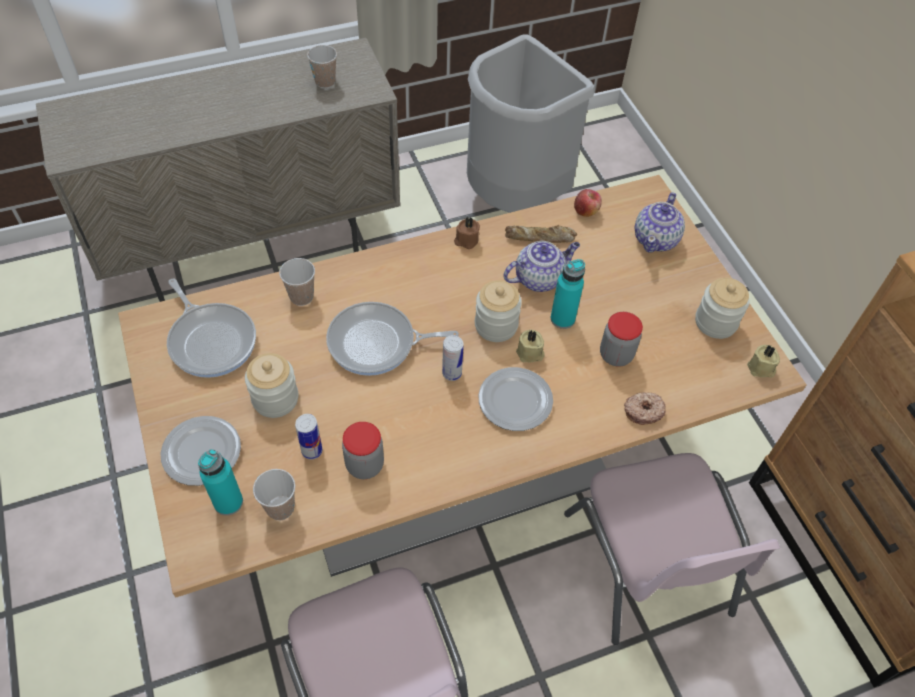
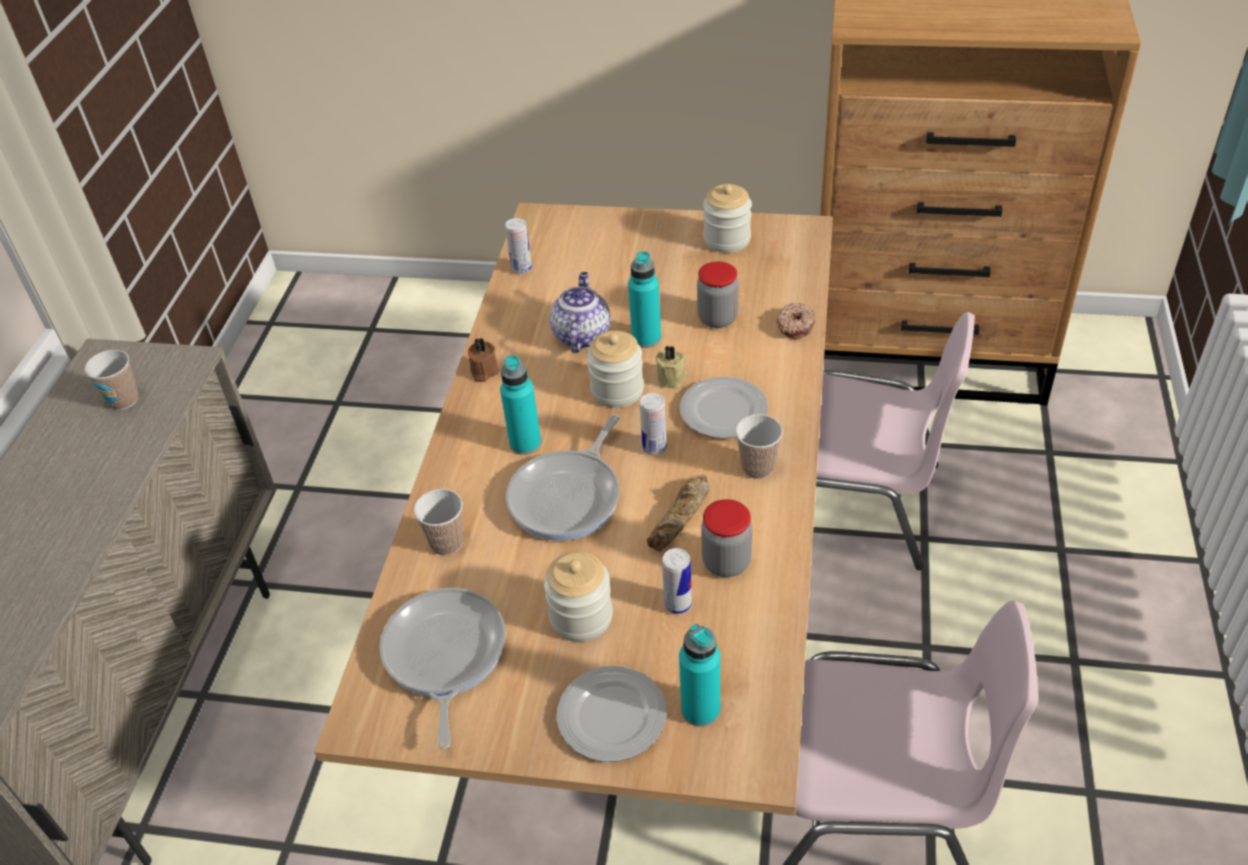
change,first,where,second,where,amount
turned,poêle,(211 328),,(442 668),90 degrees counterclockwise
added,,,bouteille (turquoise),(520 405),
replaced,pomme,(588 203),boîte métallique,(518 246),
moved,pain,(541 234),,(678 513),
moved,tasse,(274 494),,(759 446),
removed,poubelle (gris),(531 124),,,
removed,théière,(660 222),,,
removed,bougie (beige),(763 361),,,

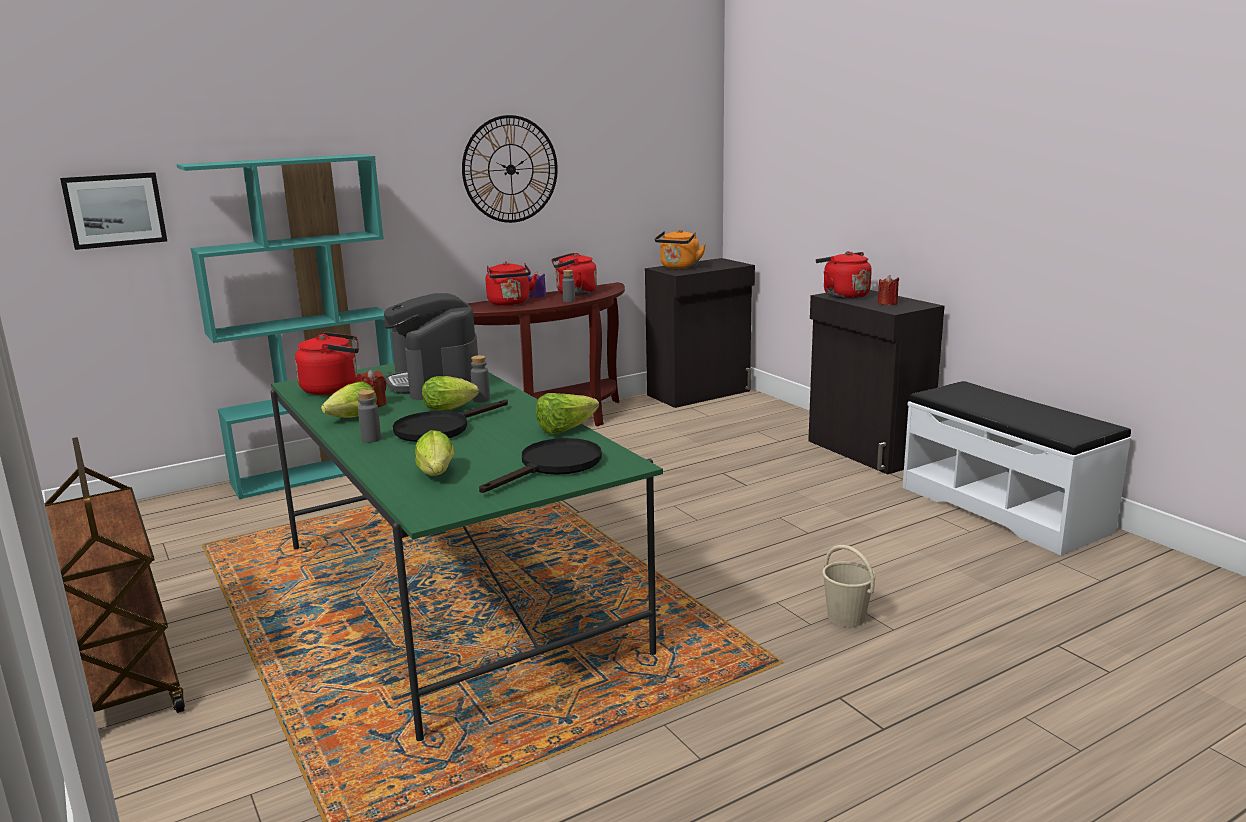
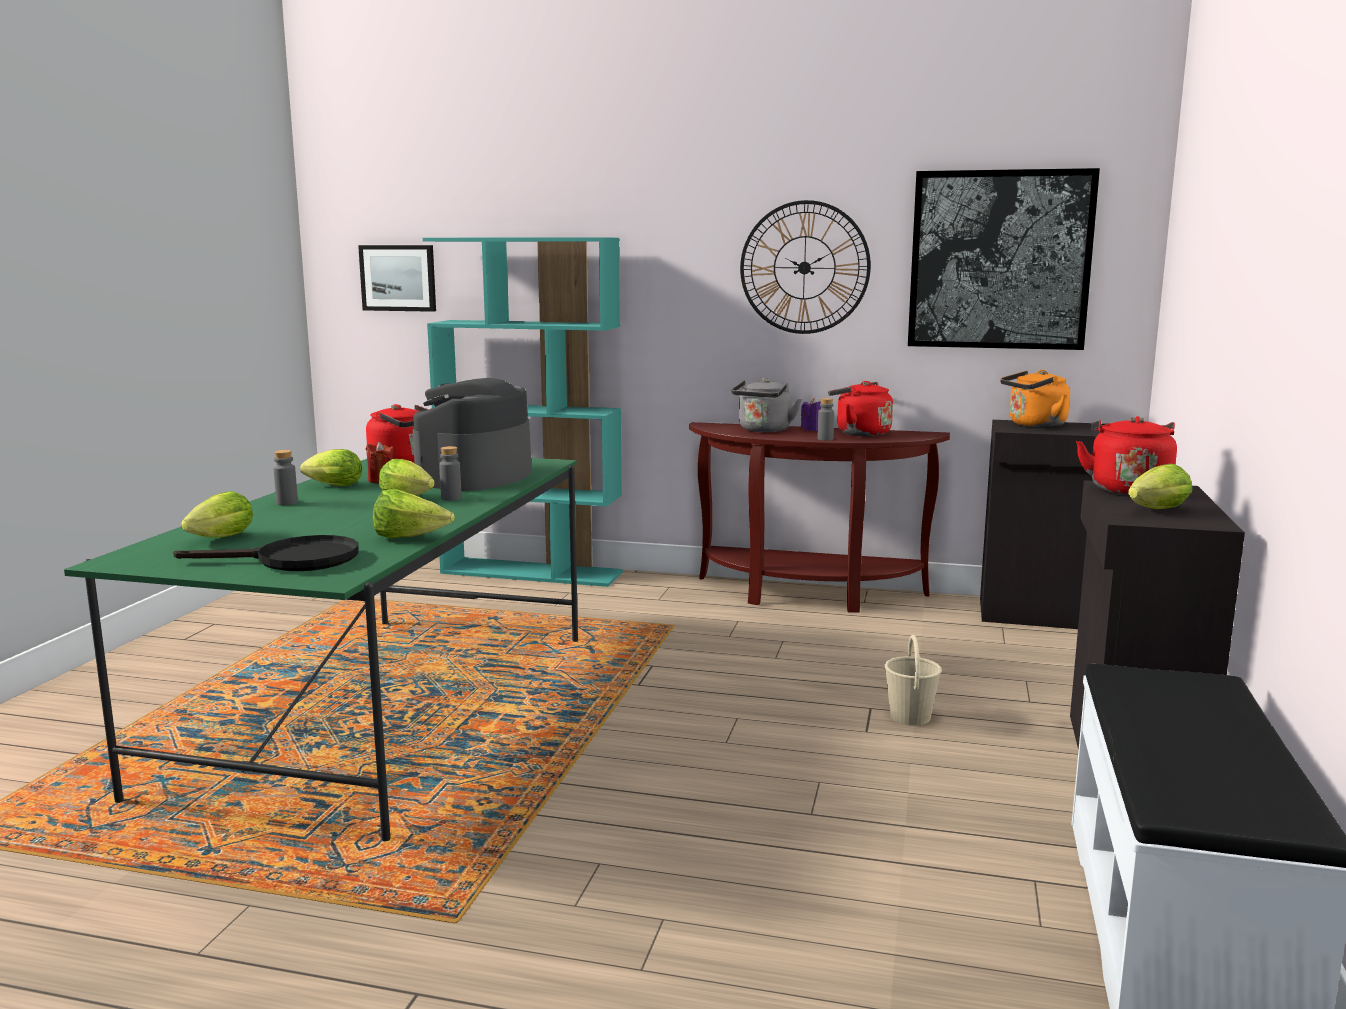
change,first,where,second,where,amount
recoloured,bouilloire (rouge),(511 283),bouilloire (gris),(767 405),
moved,seau (beige),(849 586),,(913 680),
added,,,tableau,(1004 259),
replaced,bougie (rouge),(888 290),laitue,(1160 486),
removed,chariot (marron),(115 575),,,
removed,poêle (noir),(450 420),,,

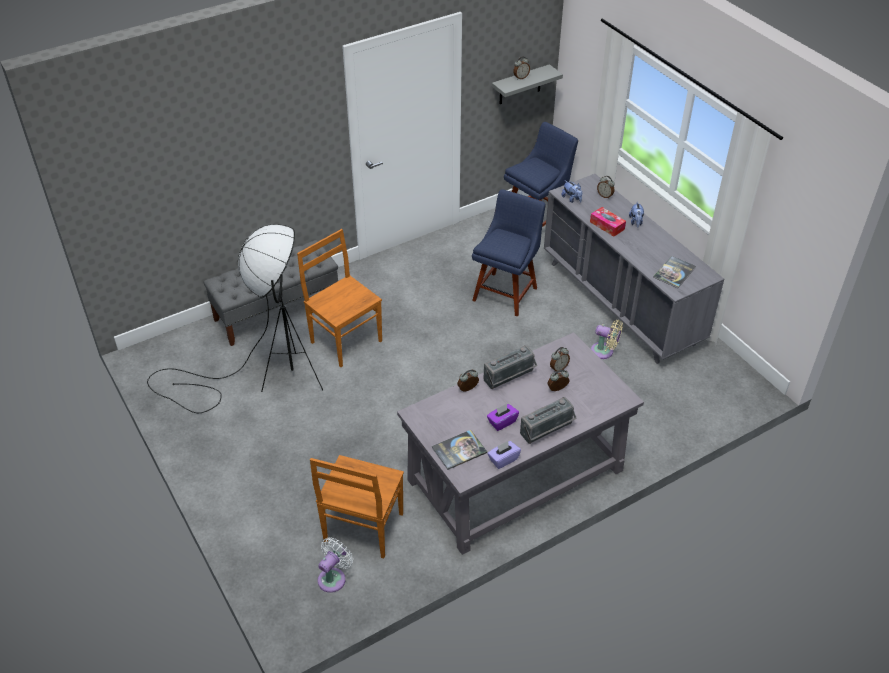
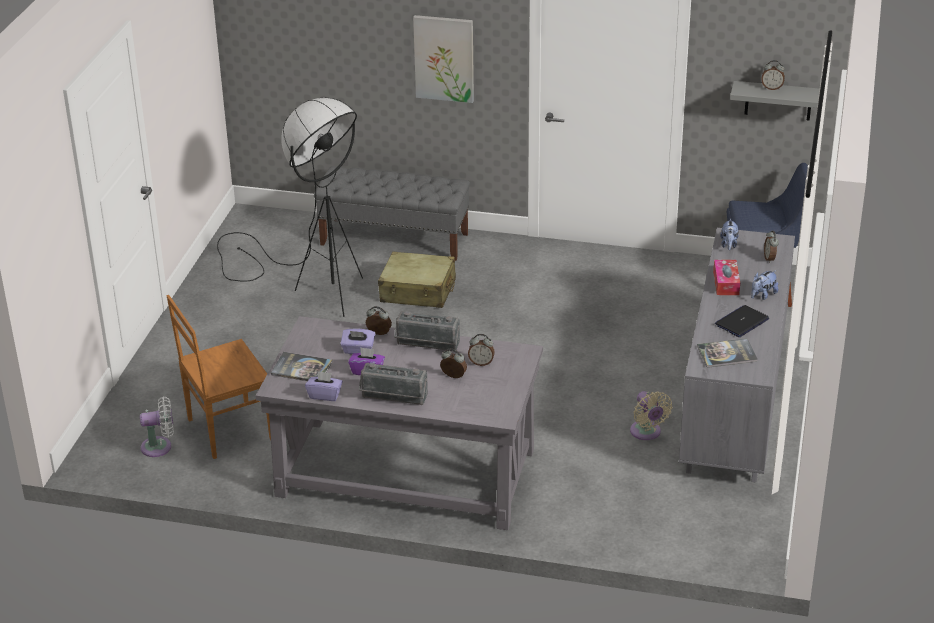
change,first,where,second,where,amount
added,,,boîte à mouchoirs (violet),(358 341),
replaced,chaise (marron),(339 298),valise (beige),(417 279),
added,,,tableau,(443 59),
added,,,ordinateur portable,(742 321),
removed,chaise (bleu),(509 253),,,

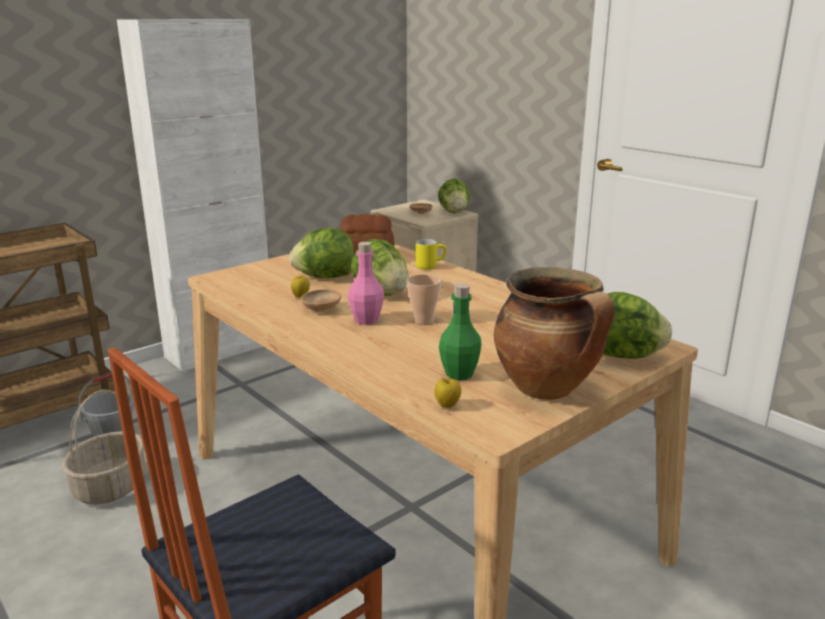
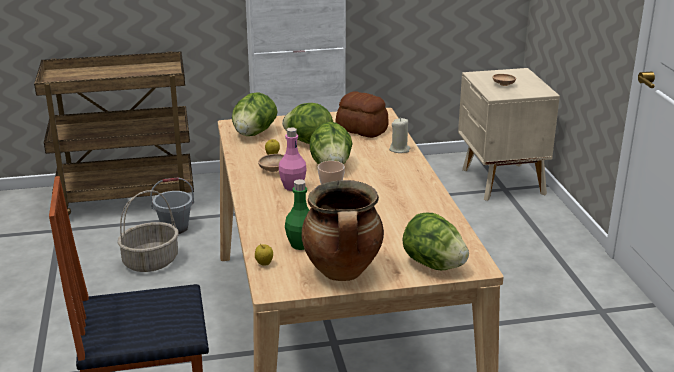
change,first,where,second,where,amount
moved,laitue,(454 195),,(255 114),
replaced,mug (jaune),(431 254),bougie (beige),(399 135),

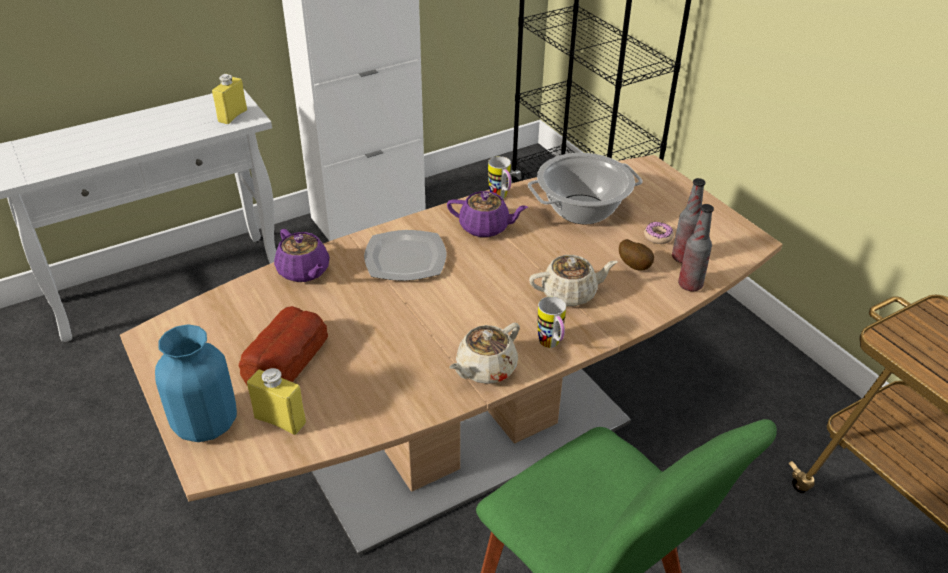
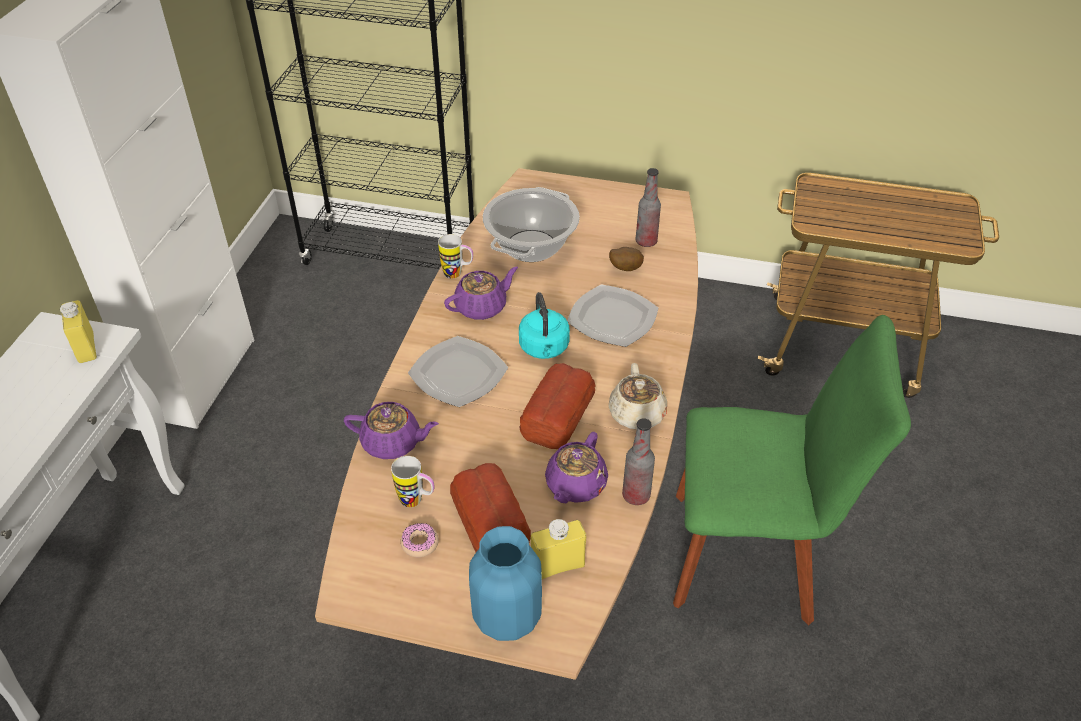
change,first,where,second,where,amount
moved,mug,(551 322),,(413 482),
moved,beignet,(659 232),,(420 540),
added,,,bouilloire (turquoise),(544 325),
added,,,pain,(557 406),
added,,,théière (violet),(576 467),
replaced,théière (beige),(573 280),assiette,(612 316),
moved,bouteille,(696 247),,(638 461),

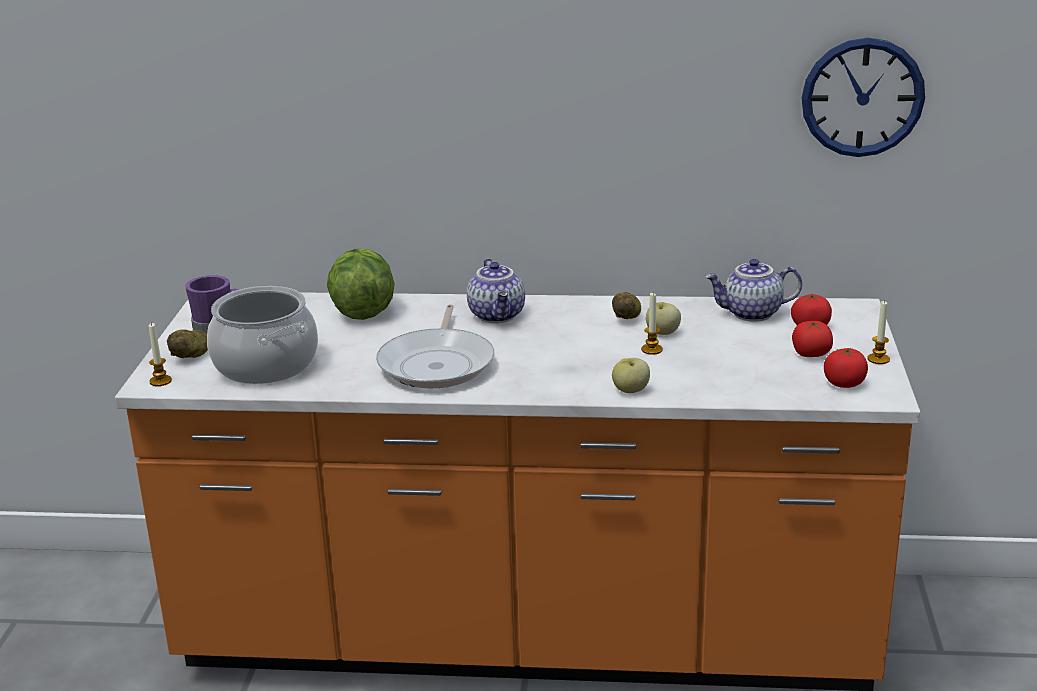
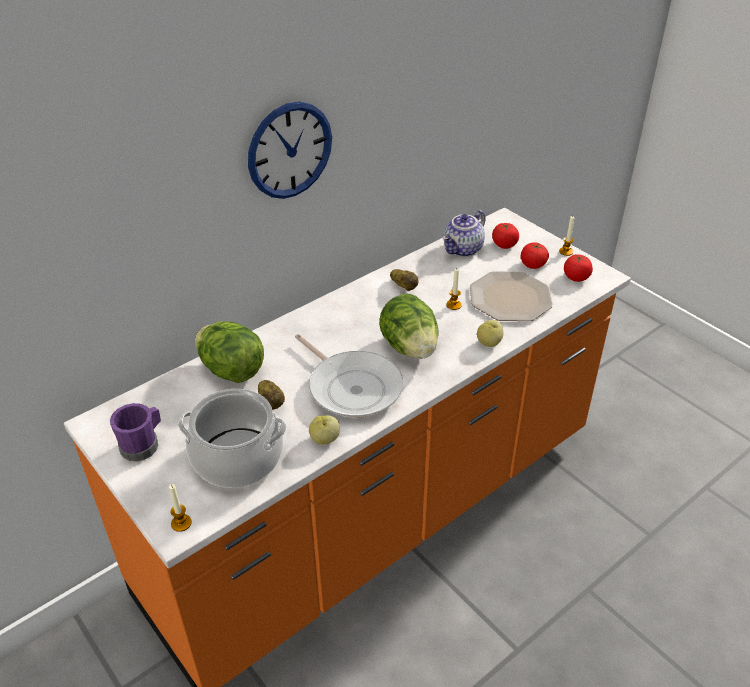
change,first,where,second,where,amount
moved,horloge murale,(863 97),,(290 150),
moved,pomme de terre,(187 343),,(271 395),
moved,pomme,(663 318),,(324 430),
added,,,laitue,(409 326),
added,,,assiette,(511 296),
removed,théière,(496 291),,,

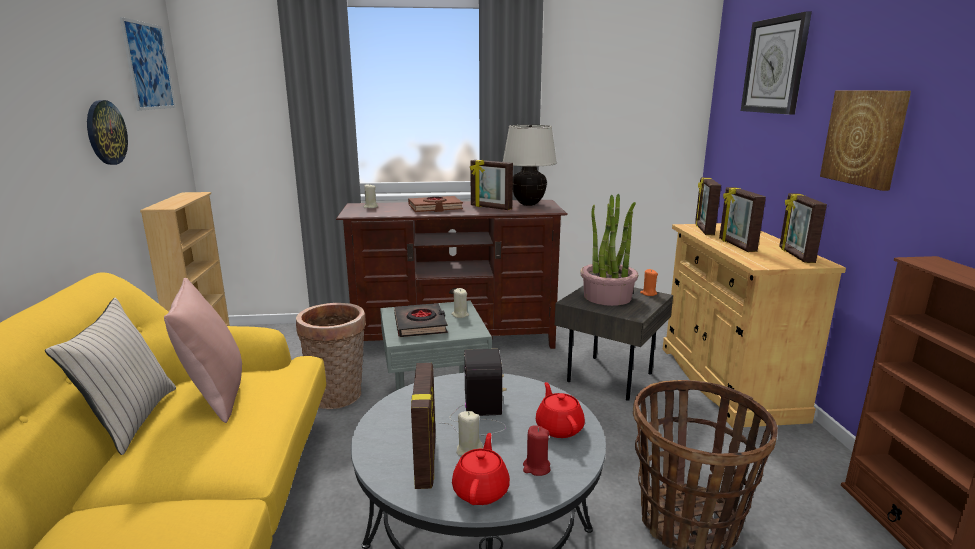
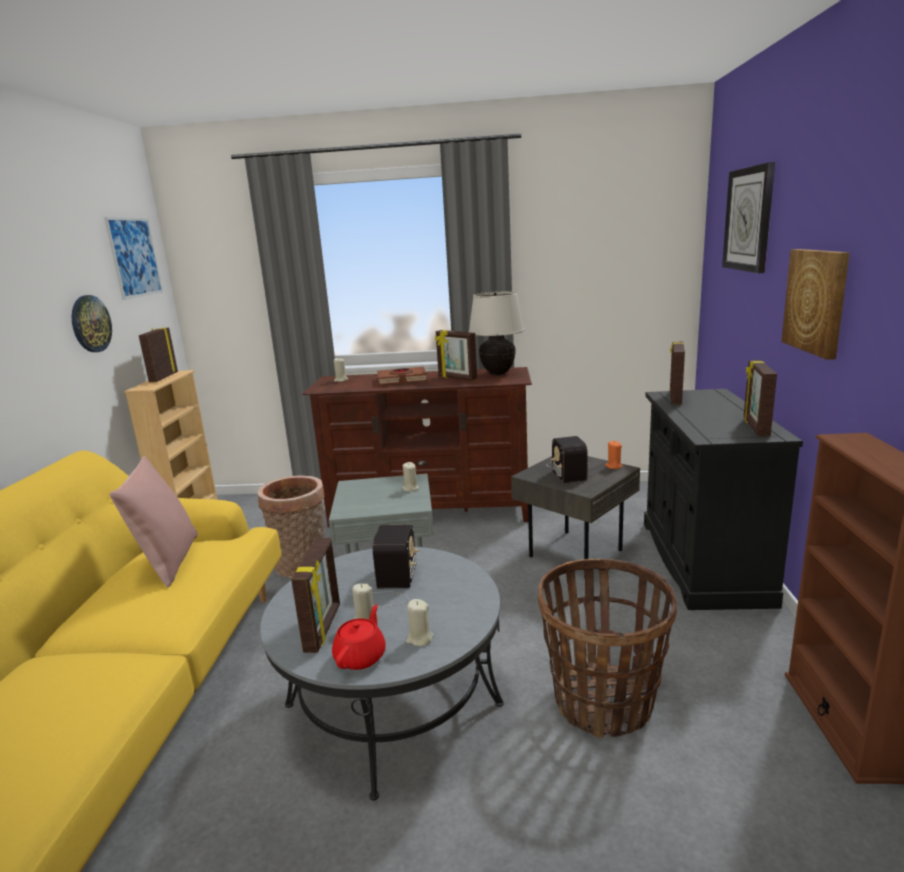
change,first,where,second,where,amount
moved,cadre photo,(742 219),,(158 355),
recoloured,bougie (rouge),(537 450),bougie (beige),(420 622),
replaced,plante en pot,(609 250),radio,(569 459),
recoloured,meuble de rangement (beige),(754 325),meuble de rangement (noir),(723 499),
removed,coussin (beige),(110 376),,,
removed,livre (noir),(421 320),,,
removed,théière (rouge),(560 410),,,

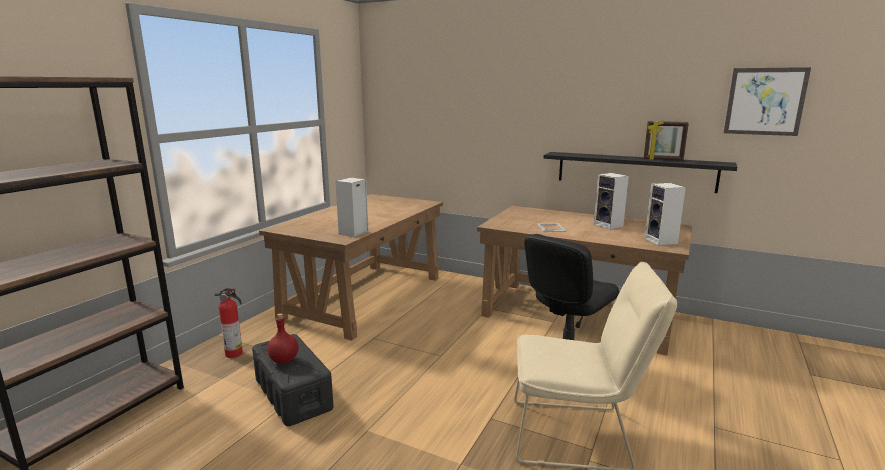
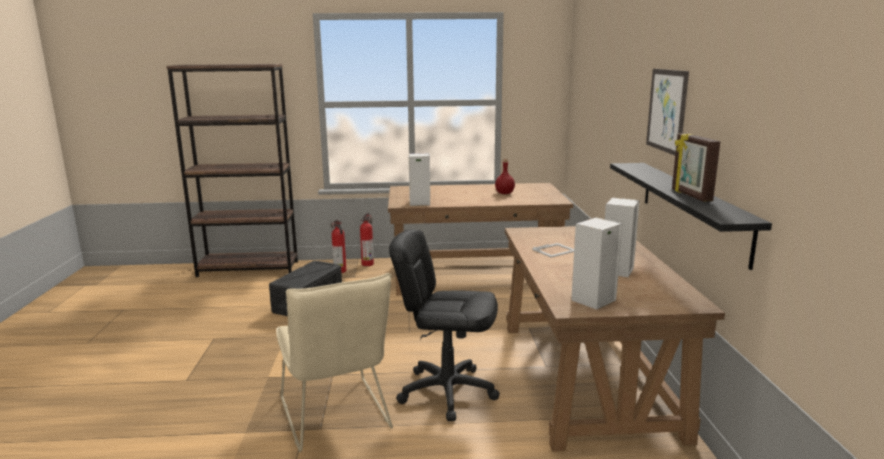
change,first,where,second,where,amount
added,,,extincteur,(367 239),
moved,bouteille (rouge),(282 338),,(505 176),
moved,tableau,(767 101),,(667 112),

